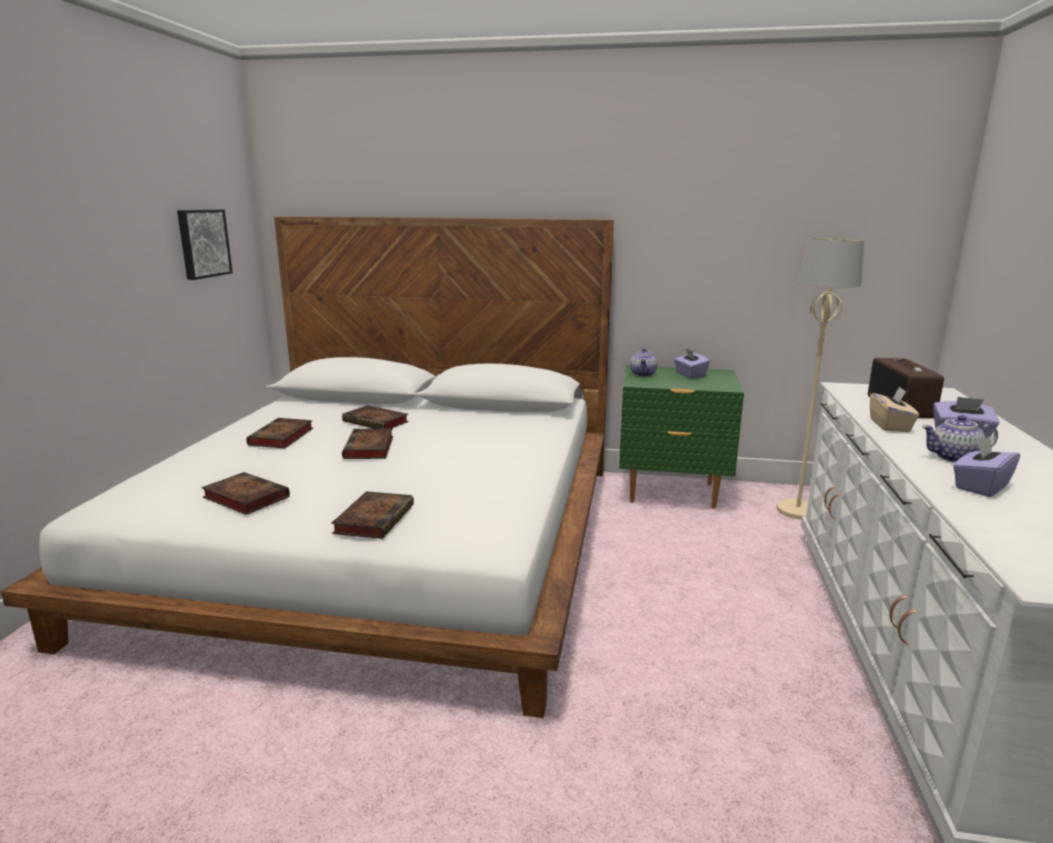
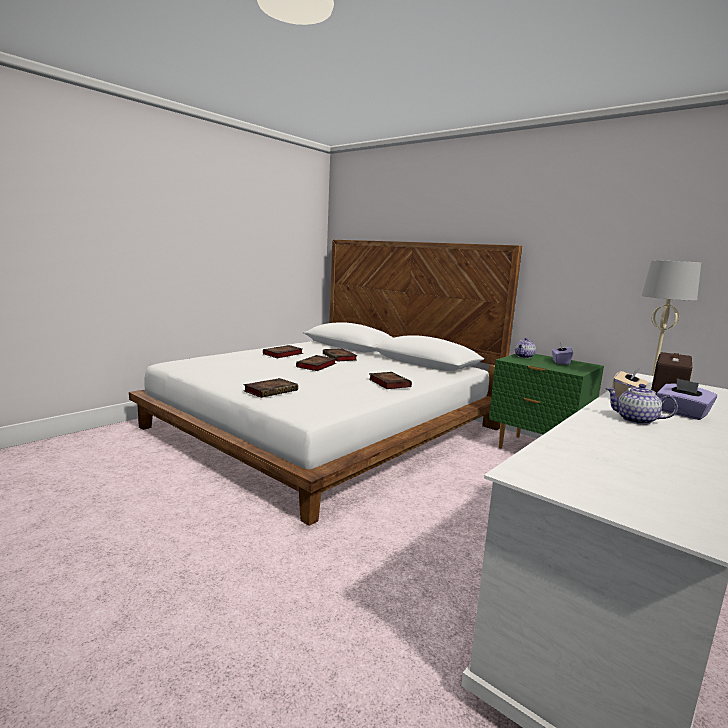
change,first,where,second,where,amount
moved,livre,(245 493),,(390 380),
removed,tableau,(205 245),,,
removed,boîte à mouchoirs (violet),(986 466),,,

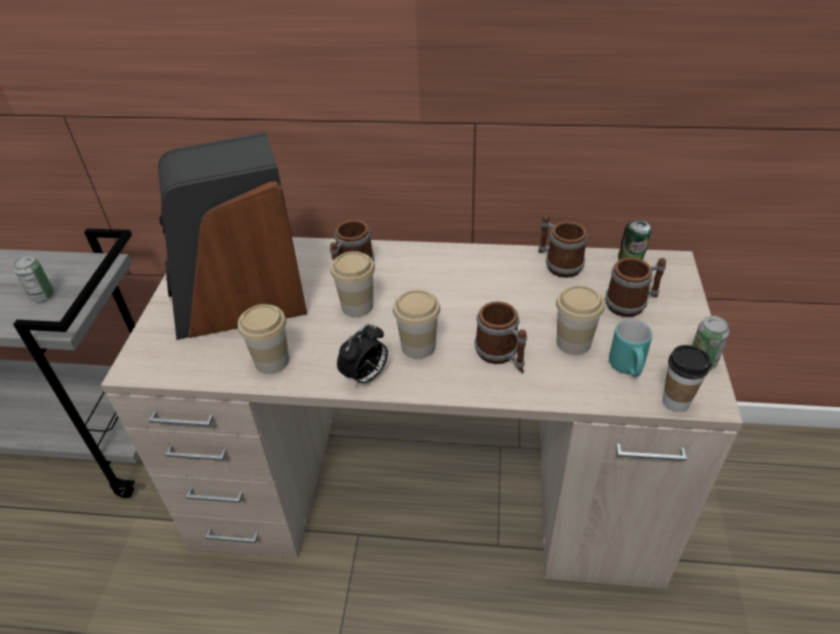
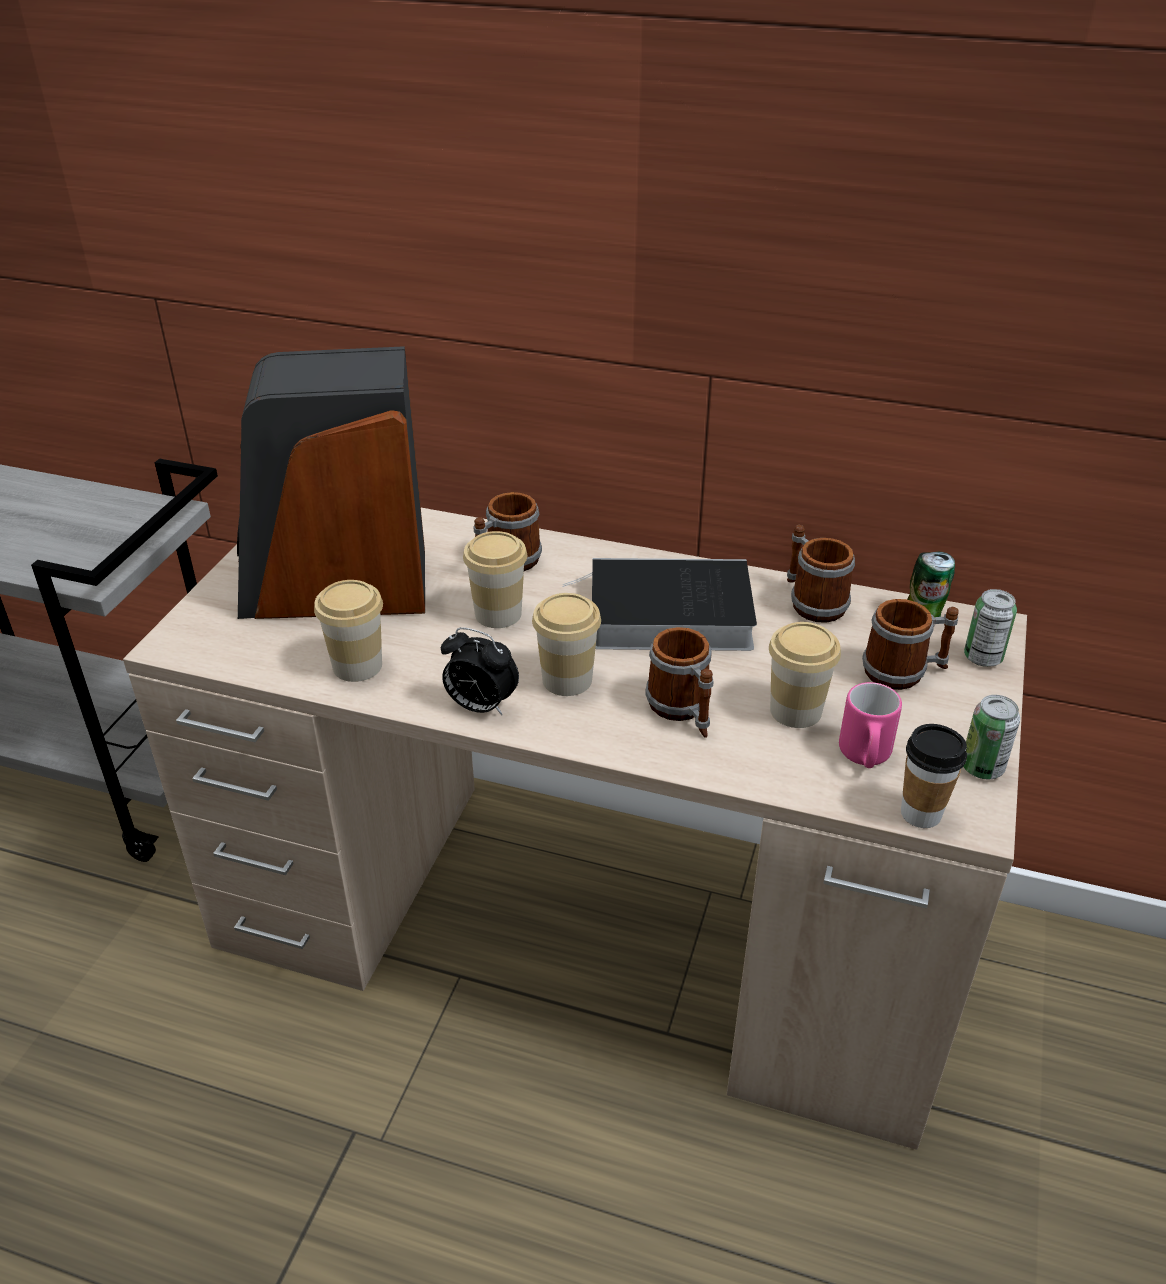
change,first,where,second,where,amount
turned,réveil,(362 356),,(480 671),60 degrees clockwise
added,,,livre,(659 604),
recoloured,mug (turquoise),(630 348),mug (rose),(870 725),
moved,boîte métallique,(34 279),,(990 628),

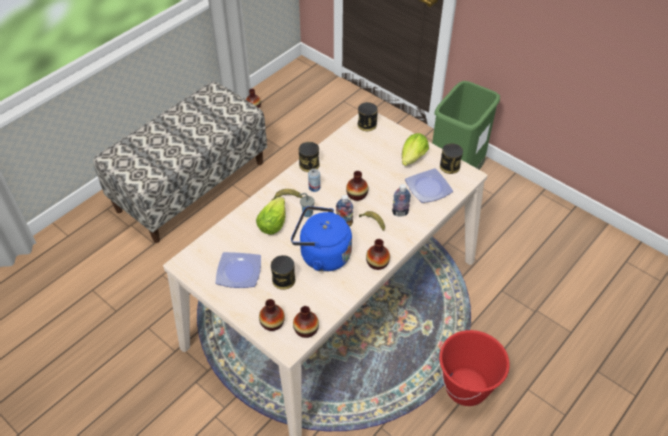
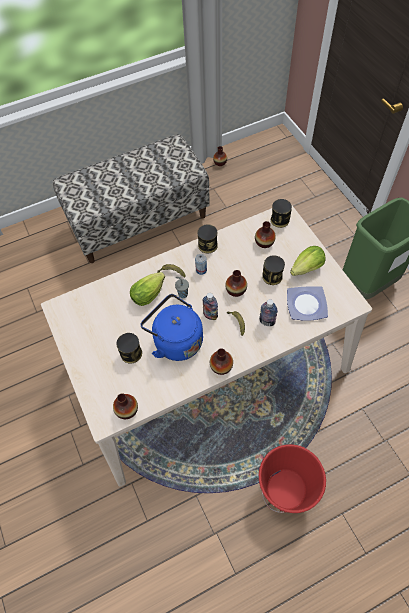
change,first,where,second,where,amount
moved,vase,(272 315),,(265 234),
moved,boîte métallique,(451 158),,(273 270),
removed,assiette,(238 270),,,

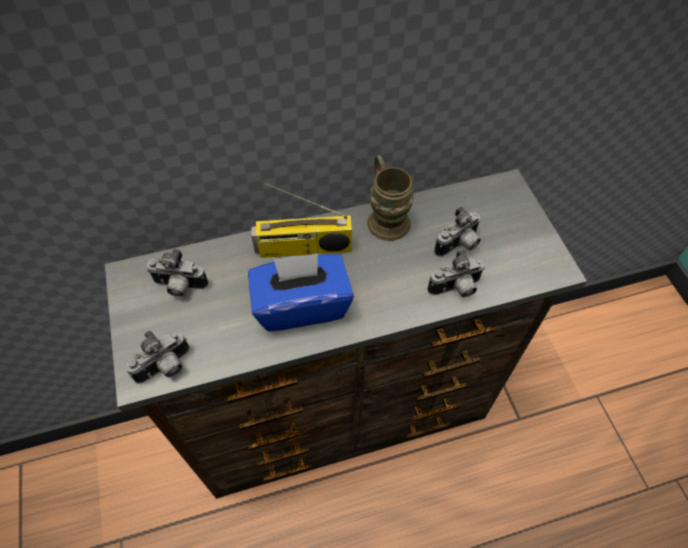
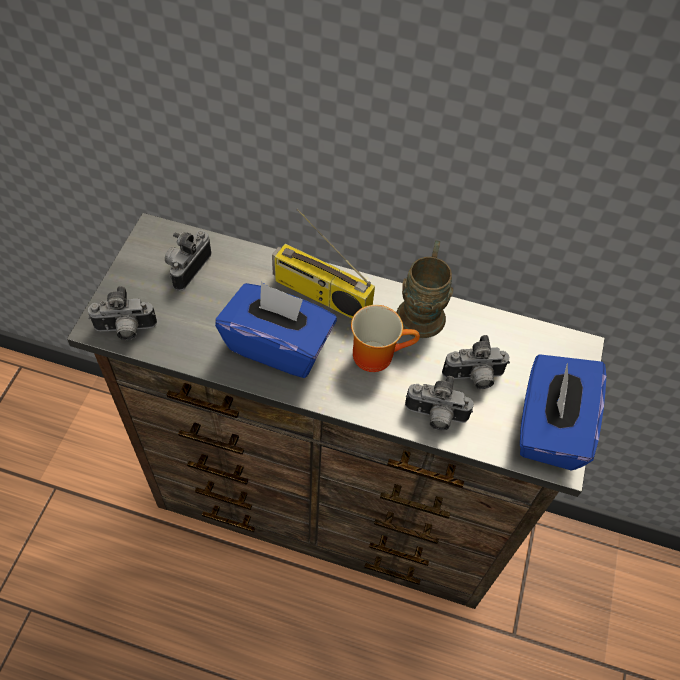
change,first,where,second,where,amount
turned,appareil photo,(177 272),,(188 260),75 degrees clockwise
added,,,mug,(385 338),
added,,,boîte à mouchoirs (bleu),(563 412),

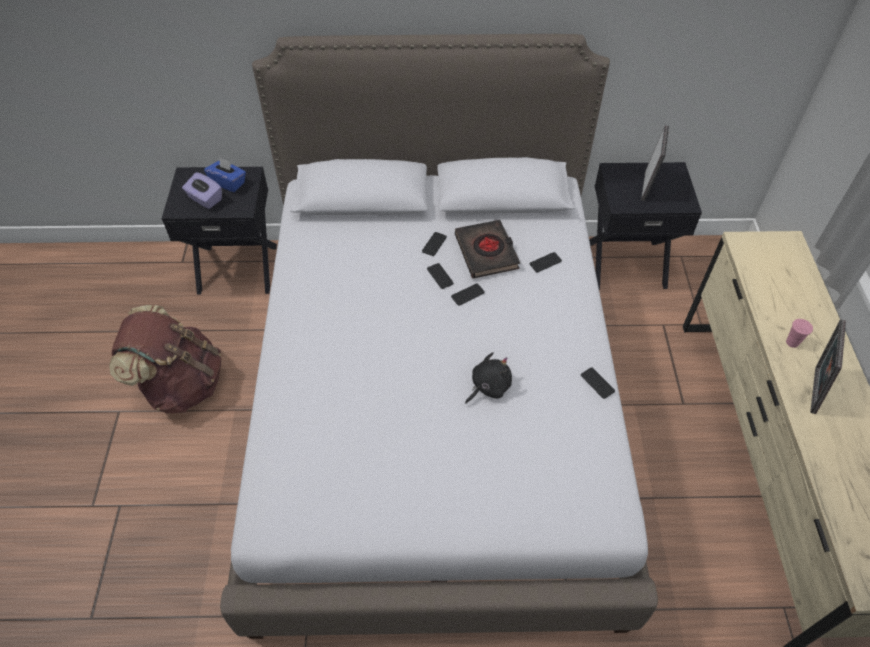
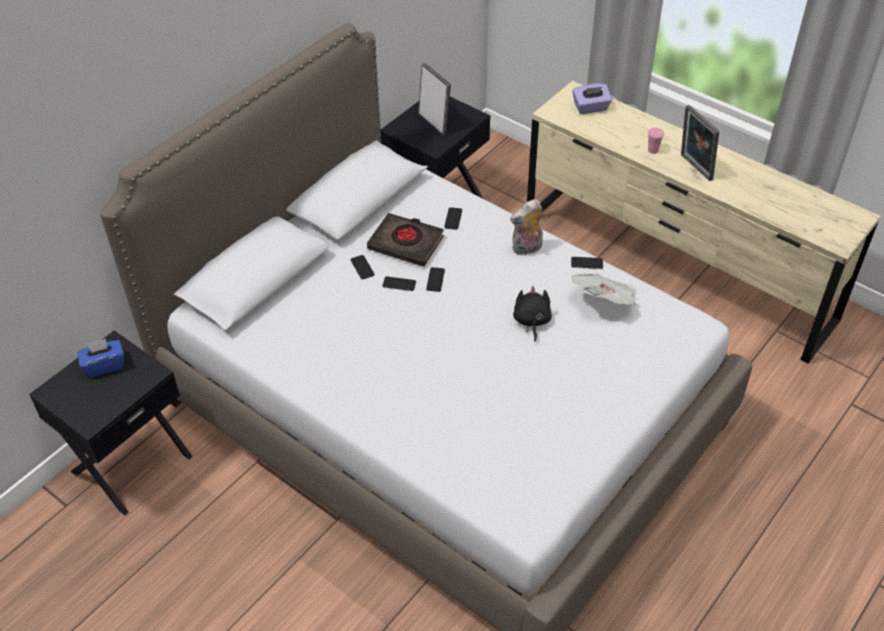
change,first,where,second,where,amount
added,,,peluche,(526 227),
added,,,journal,(604 289),
moved,boîte à mouchoirs (violet),(202 190),,(592 98),
removed,sac à dos (marron),(165 359),,,

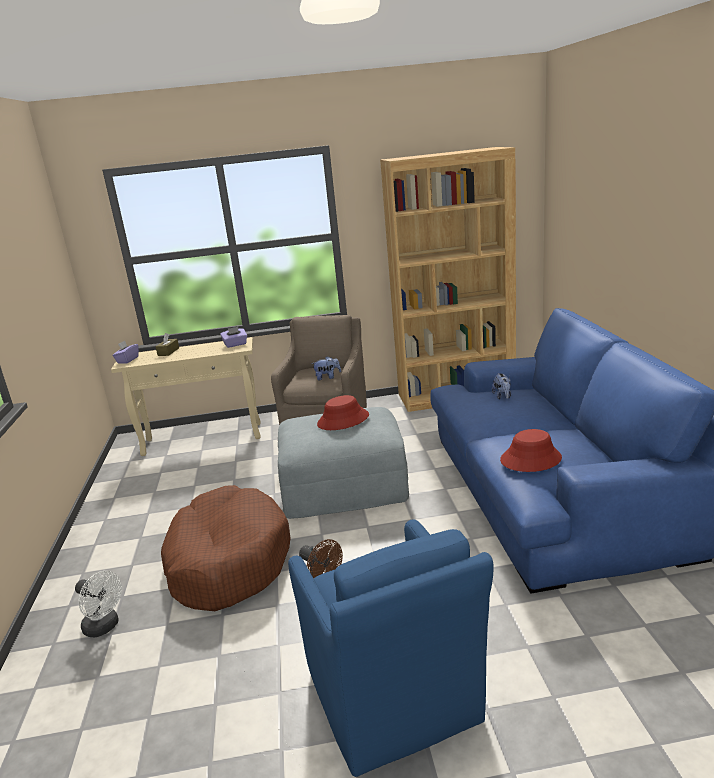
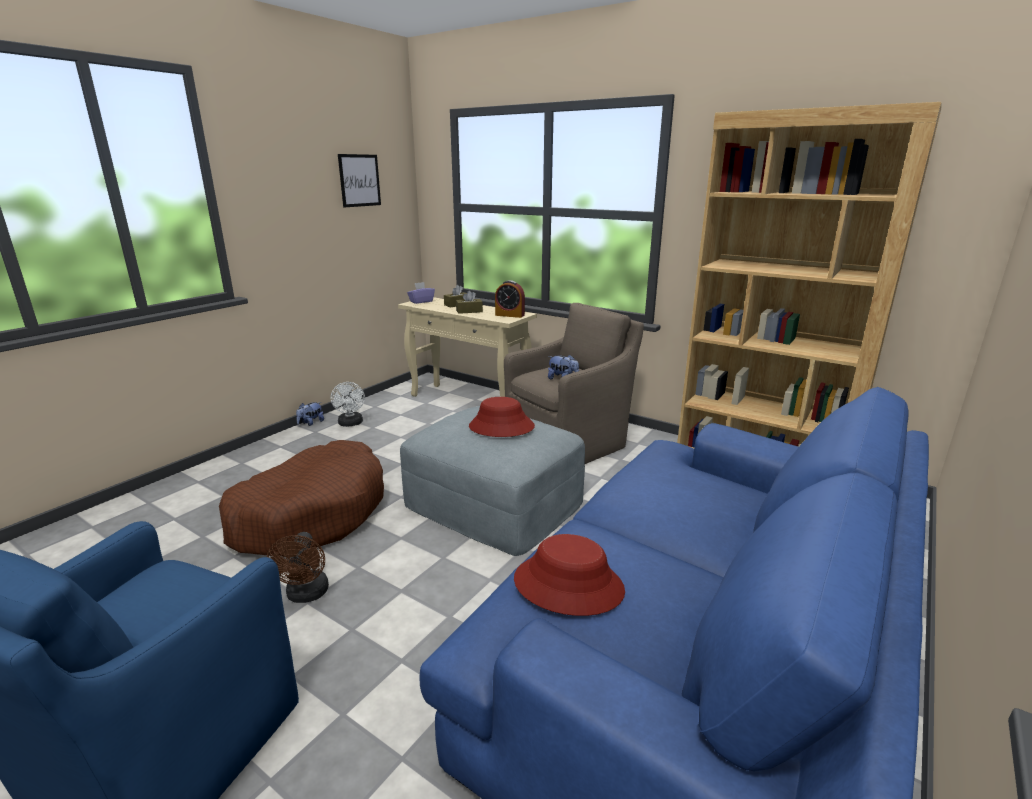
change,first,where,second,where,amount
moved,peluche,(501 386),,(310 414),
moved,ventilateur (blanc),(98 604),,(347 404),
added,,,tableau,(359 181),
added,,,boîte à mouchoirs (marron),(469 302),
replaced,boîte à mouchoirs (violet),(233 337),réveil,(510 299),

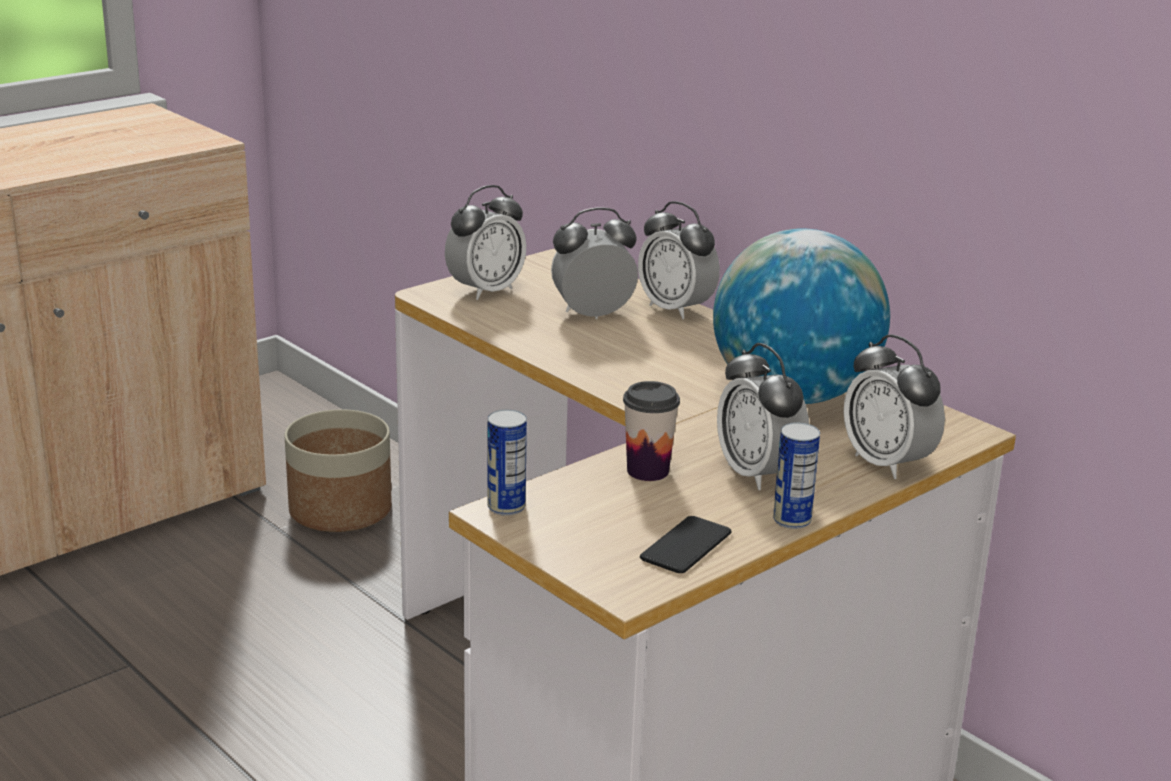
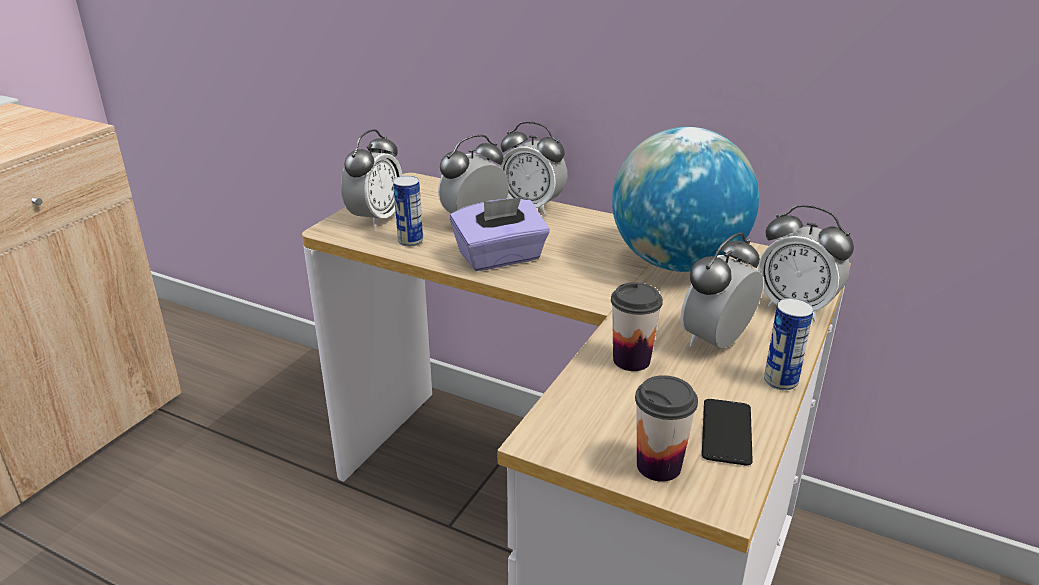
change,first,where,second,where,amount
moved,boîte métallique,(507 463),,(408 211),
added,,,boîte à mouchoirs (violet),(500 234),
added,,,tasse,(666 428),
turned,réveil,(763 416),,(721 291),90 degrees clockwise
removed,cache-pot,(338 470),,,

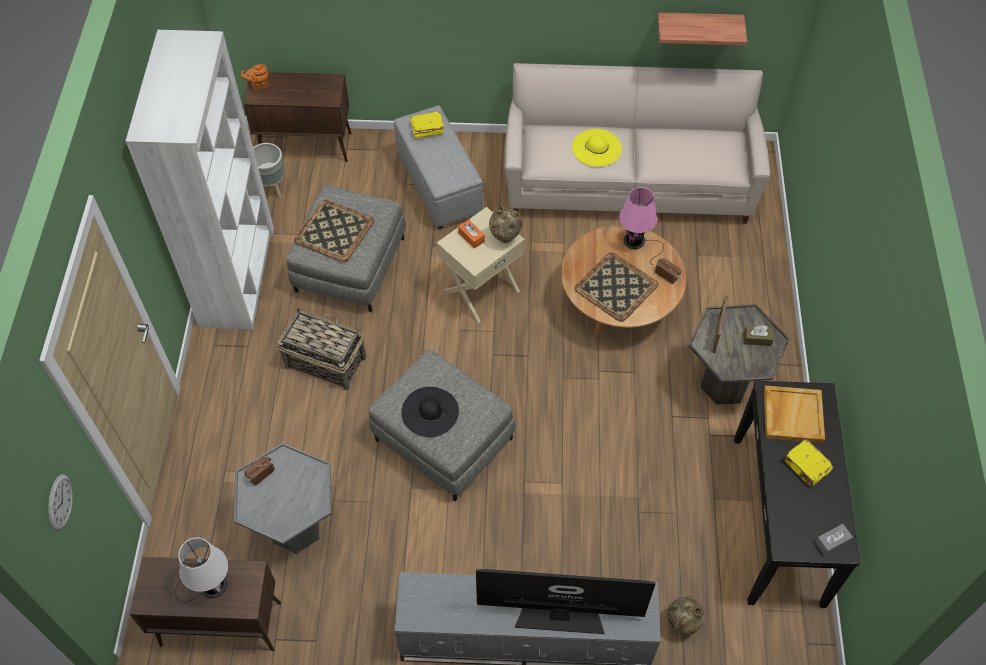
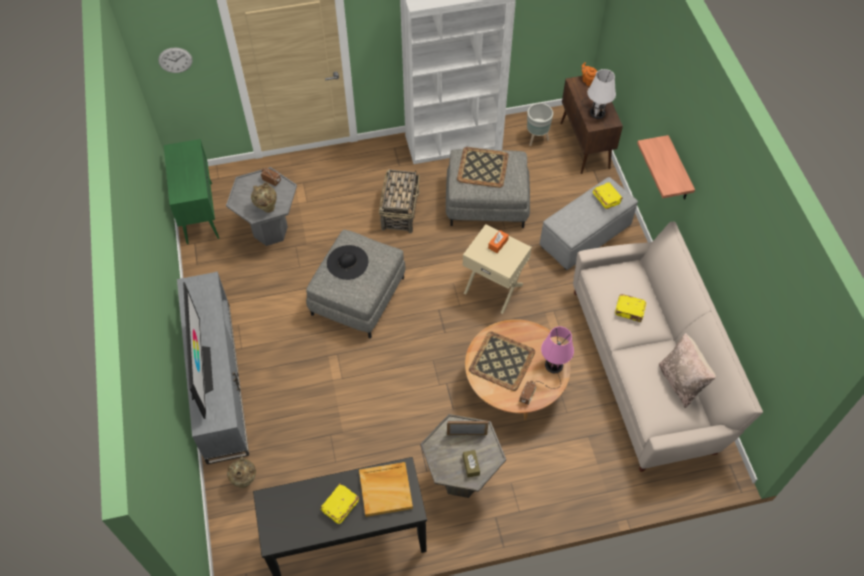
change,first,where,second,where,amount
recoloured,meuble de rangement (marron),(205 604),meuble de rangement (vert),(191 191),
moved,vase (beige),(505 224),,(264 198),
moved,lampe de table (blanc),(201 570),,(599 94),
replaced,chapeau (jaune),(597 148),livre (jaune),(630 308),
moved,étagère,(702 29),,(666 167),
added,,,coussin (beige),(687 370),
removed,boîte à mouchoirs (gris),(834 540),,,

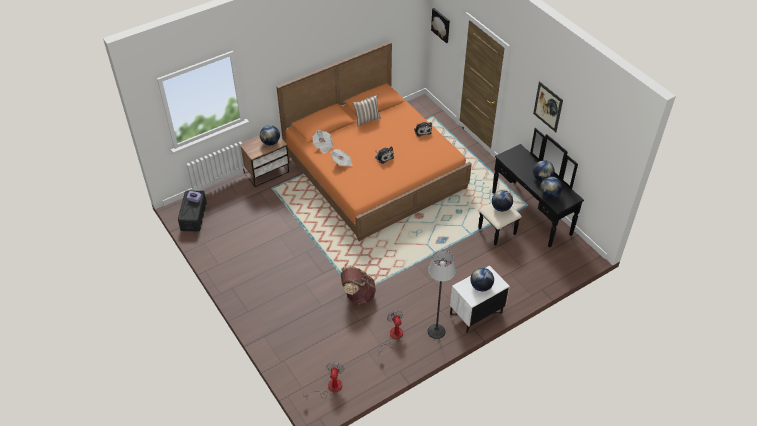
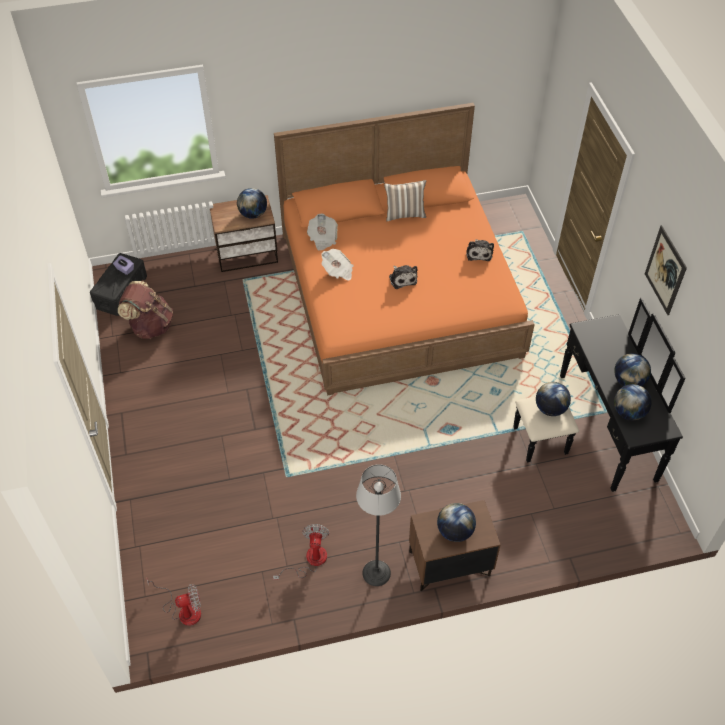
change,first,where,second,where,amount
moved,sac à dos (marron),(358 285),,(145 310),
turned,ventilateur,(323 380),,(173 601),45 degrees clockwise
recoloured,table de chevet (blanc),(480 299),table de chevet (marron),(454 546),
removed,tableau,(440 25),,,

